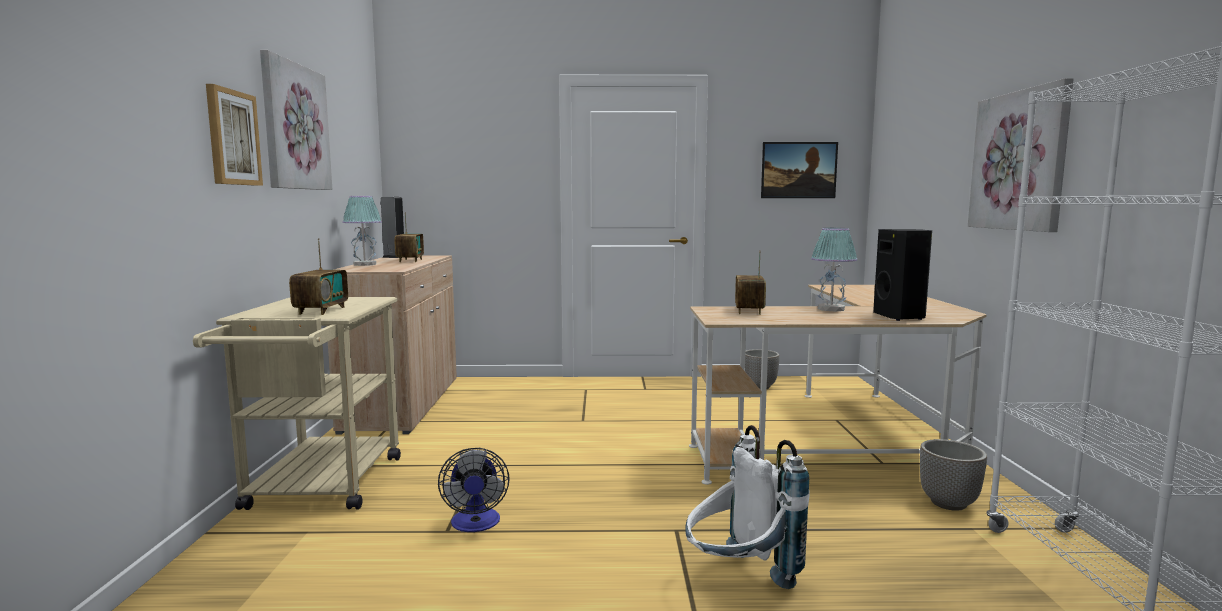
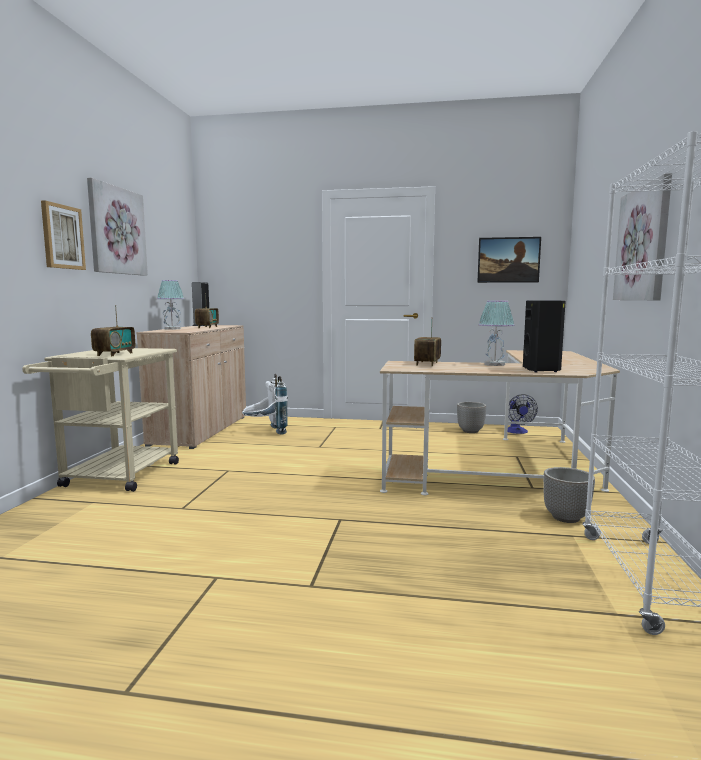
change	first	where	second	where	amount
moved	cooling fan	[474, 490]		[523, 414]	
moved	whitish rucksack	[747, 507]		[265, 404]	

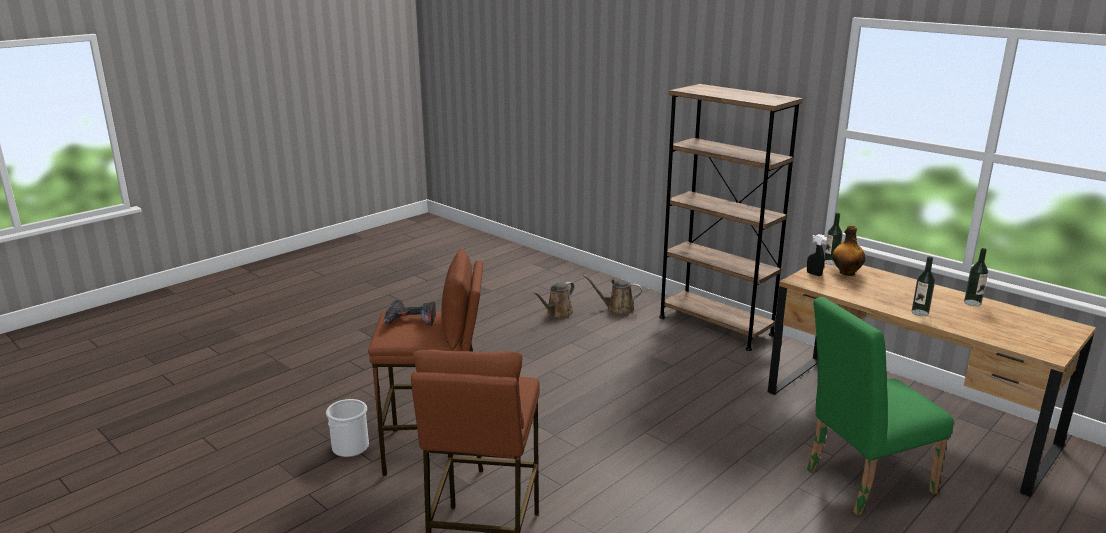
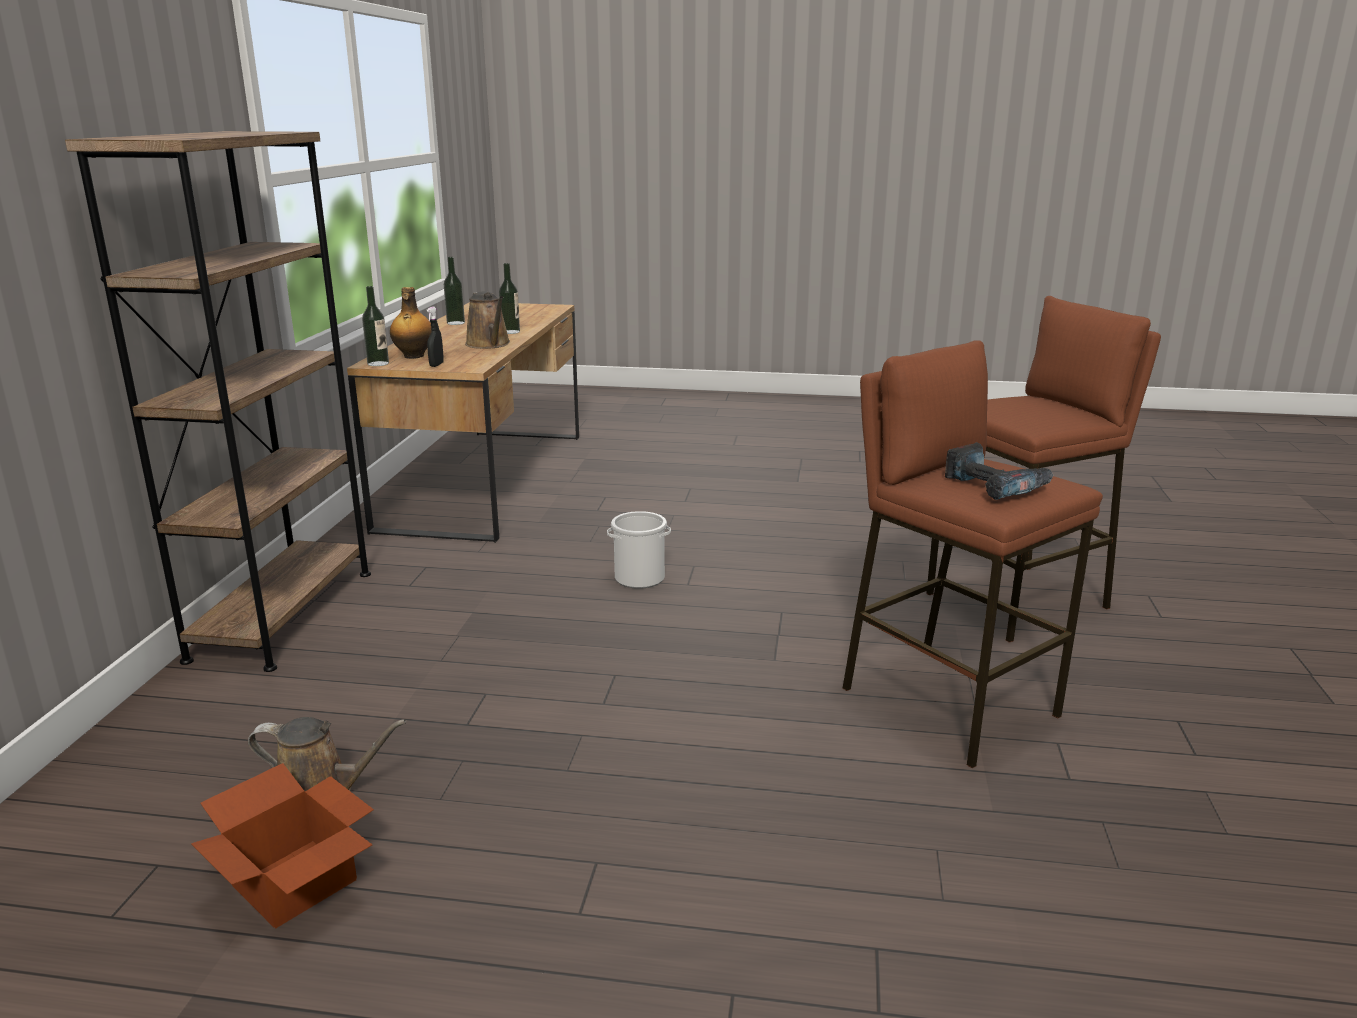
change	first	where	second	where	amount
moved	bucket	[347, 428]		[639, 550]	
moved	brown watering can	[613, 295]		[487, 320]	
removed	greenish plain chair	[880, 406]			
added			cardboard box	[282, 846]	

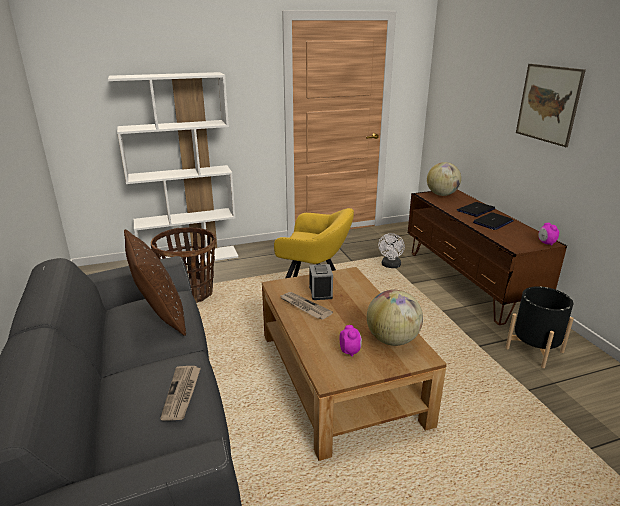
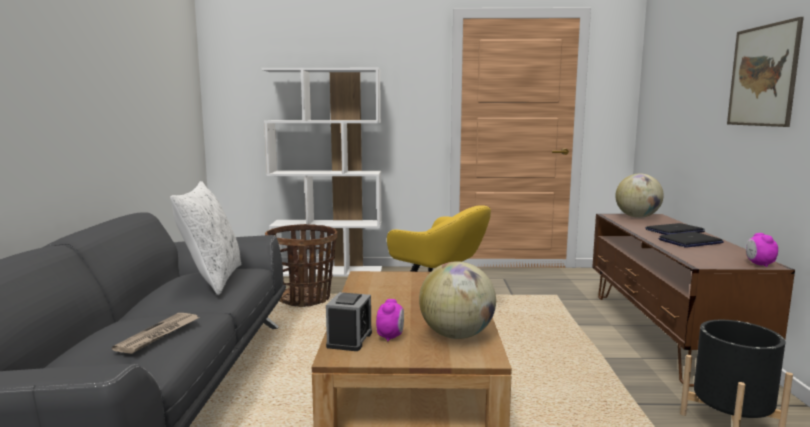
change	first	where	second	where	amount
recoloured	brown cushion	[155, 282]	whitish cushion	[205, 238]	
removed	daily paper	[306, 305]			
moved	alarm clock	[321, 282]		[349, 321]	
removed	whitish cooling fan	[391, 250]			

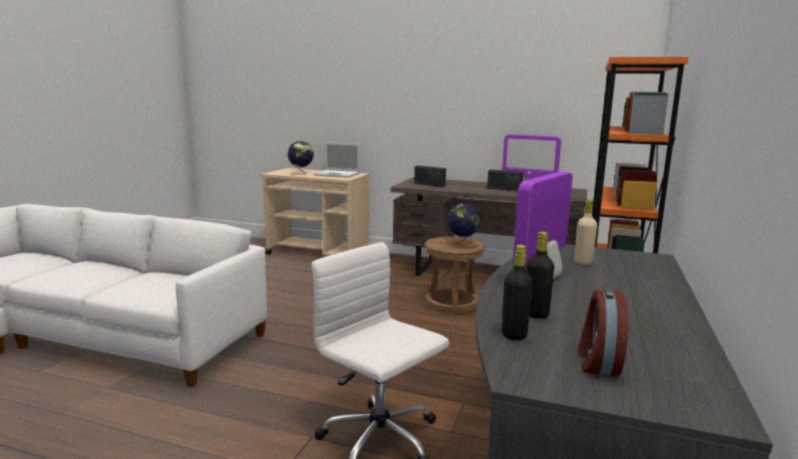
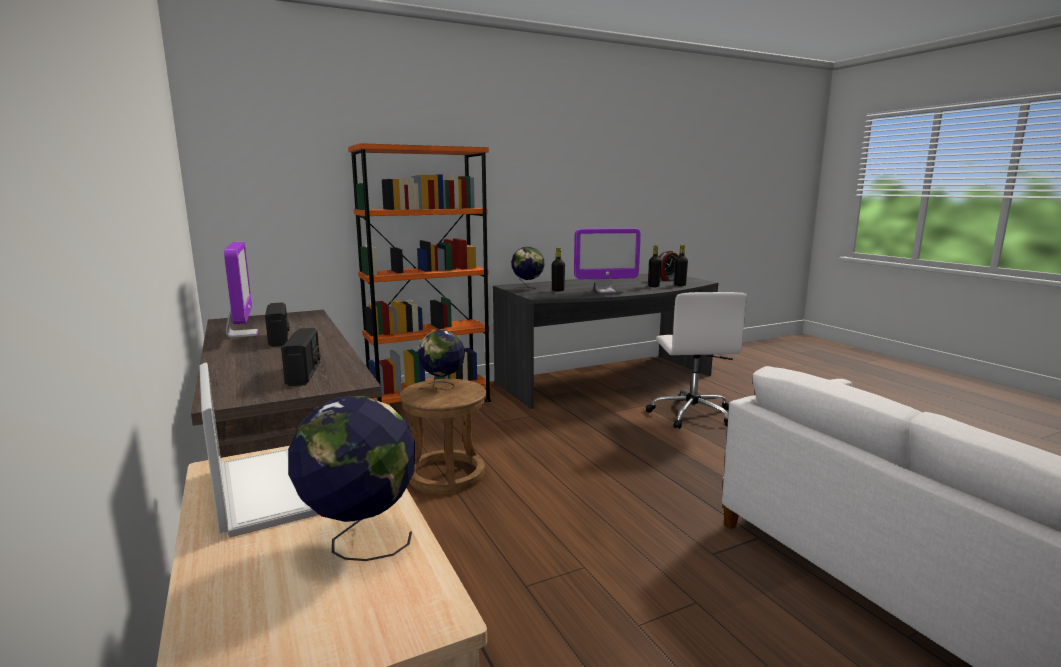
change	first	where	second	where	amount
recoloured	beige-coloured beverage bottle	[585, 232]	blackish beverage bottle	[558, 269]	
added			globe	[528, 268]	

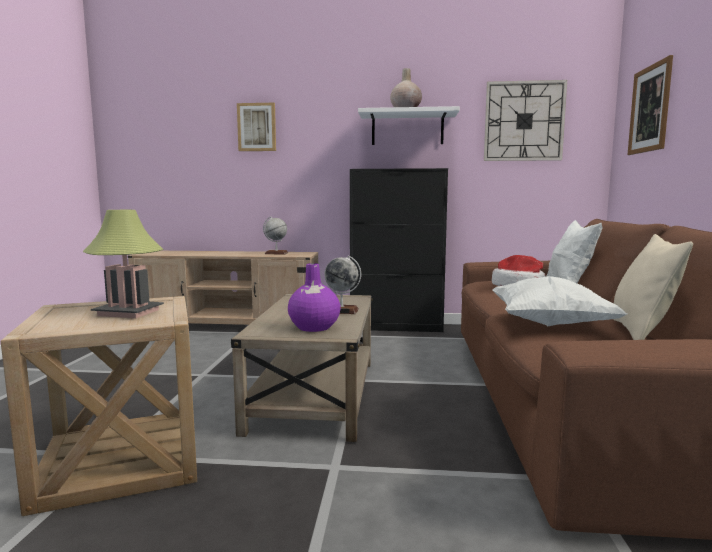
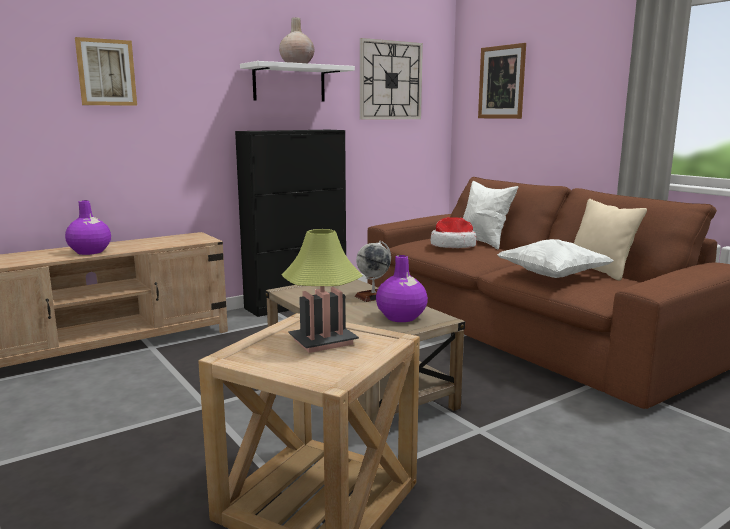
change	first	where	second	where	amount
removed	globe	[275, 236]			
added			purple-coloured decorative vase	[88, 227]	

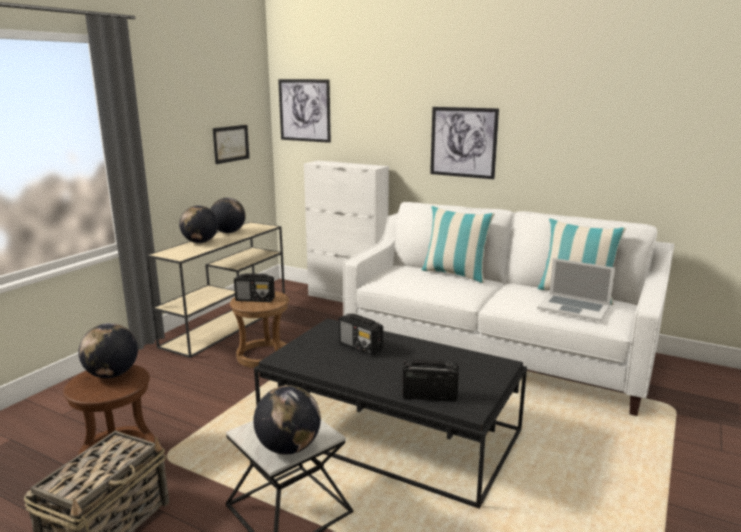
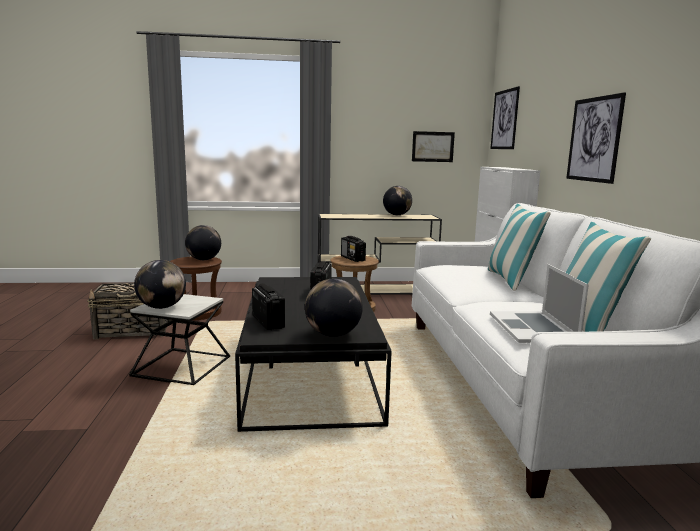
change	first	where	second	where	amount
moved	globe	[198, 224]		[334, 308]	

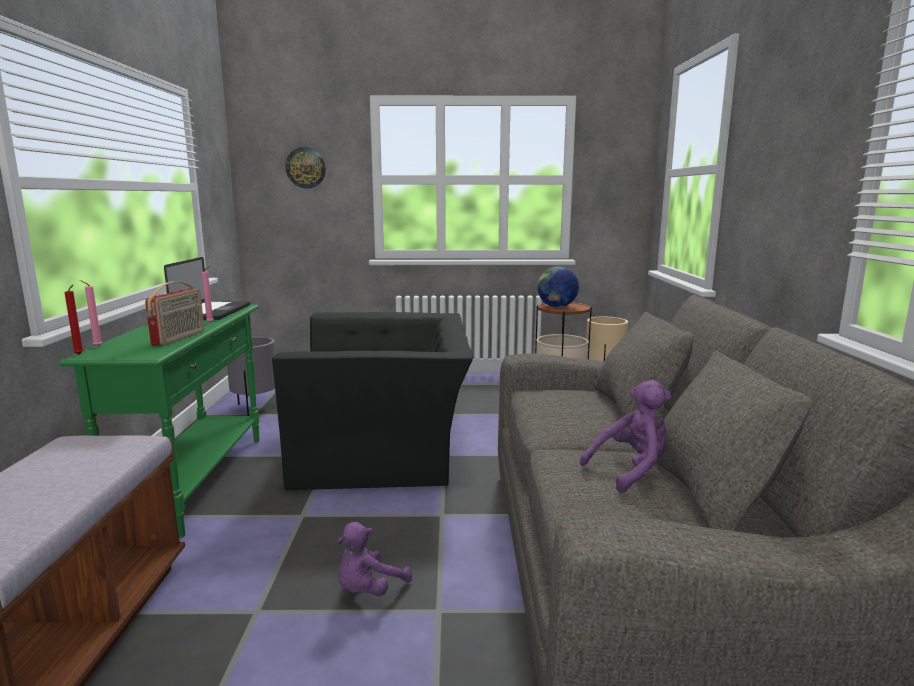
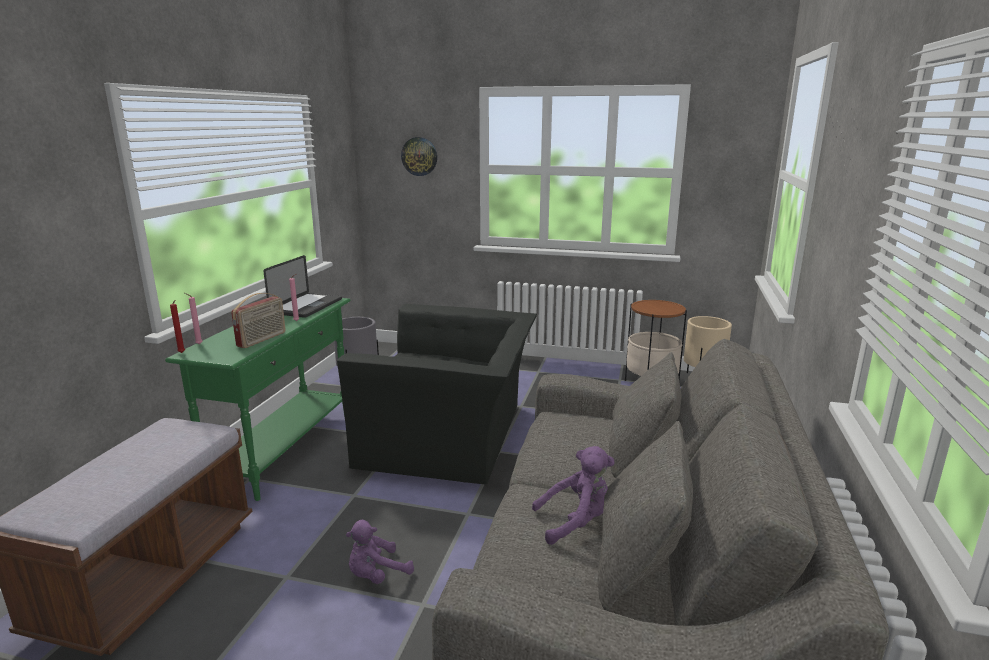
change	first	where	second	where	amount
removed	globe	[558, 286]			

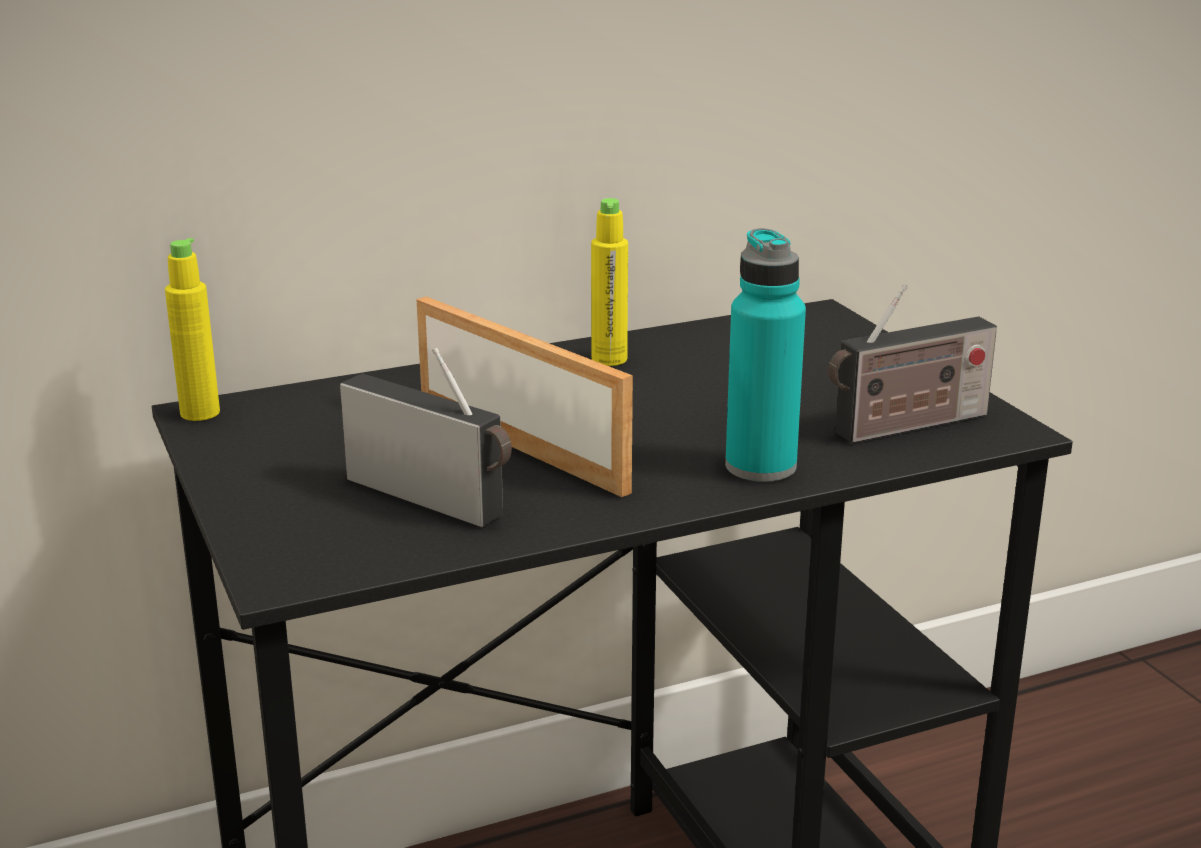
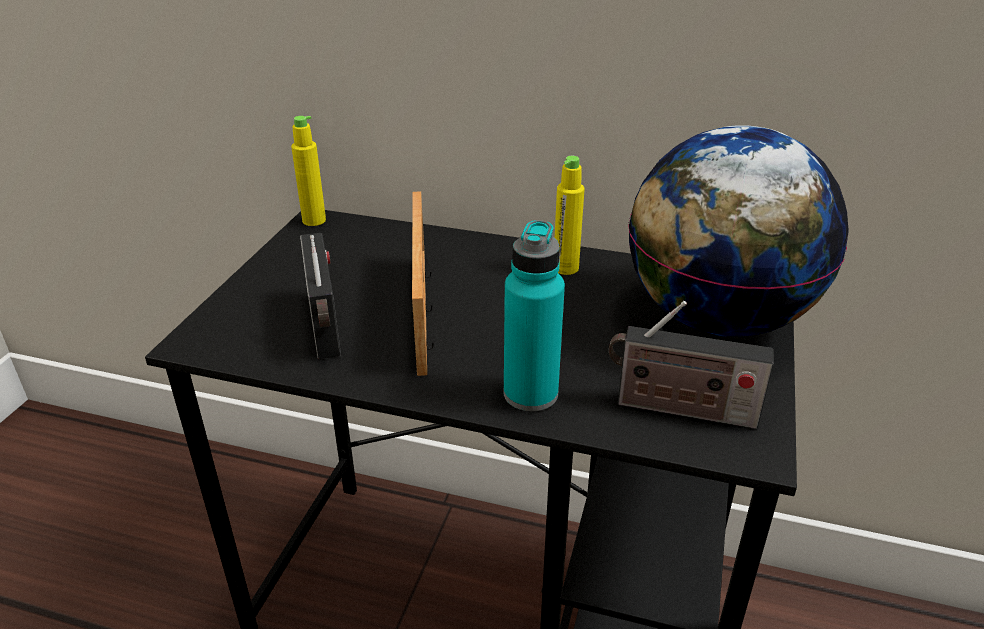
change	first	where	second	where	amount
added			globe	[738, 231]	

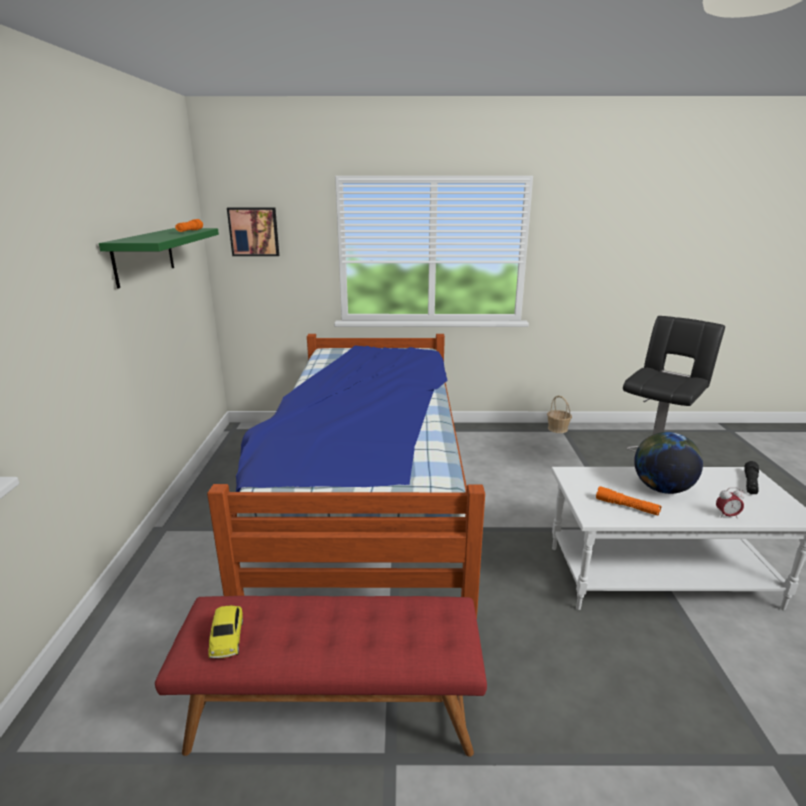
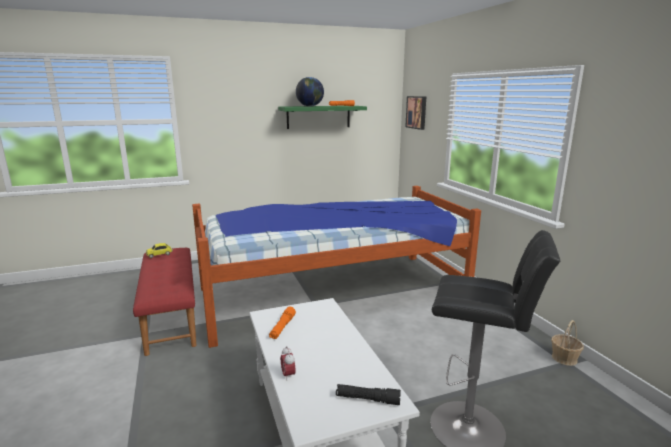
change	first	where	second	where	amount
moved	globe	[668, 463]		[310, 91]	

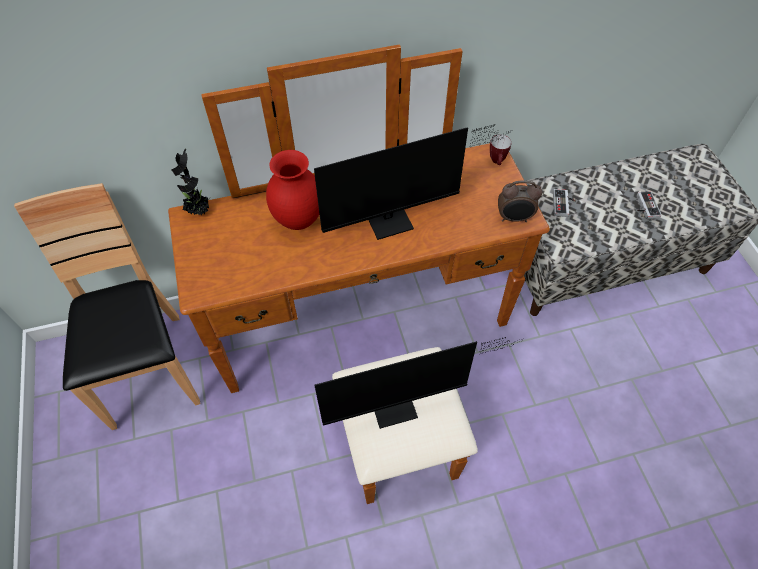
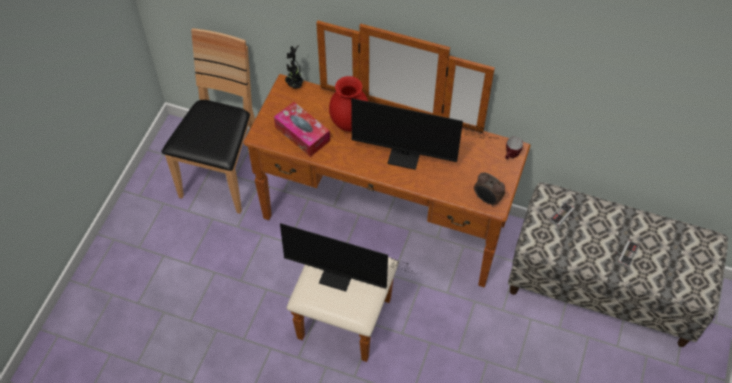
change	first	where	second	where	amount
added			tissue holder	[302, 129]	

